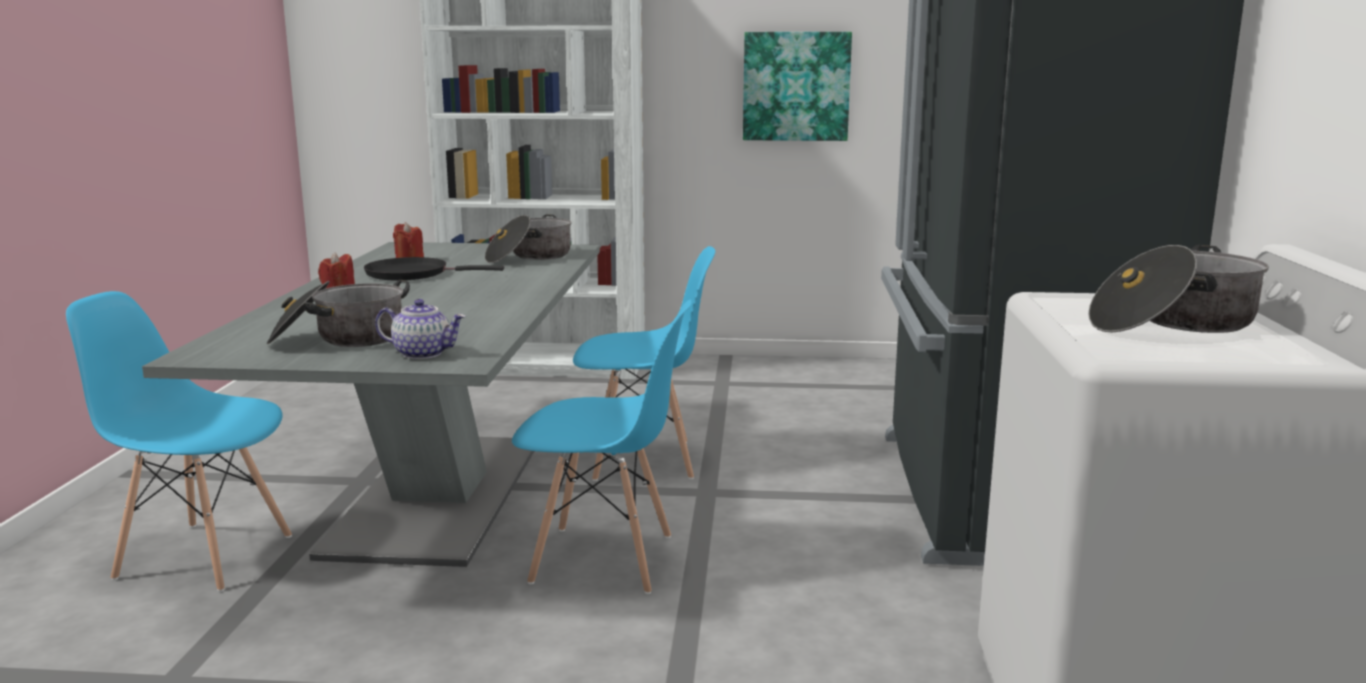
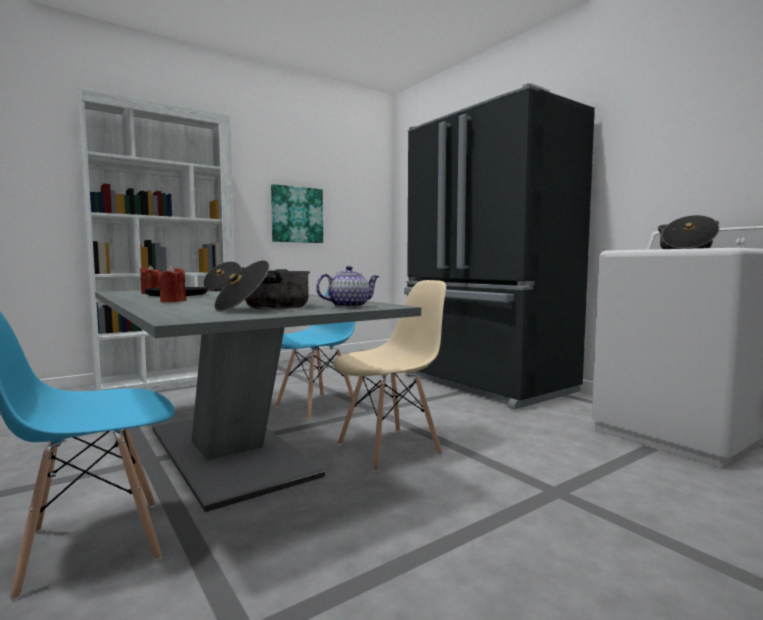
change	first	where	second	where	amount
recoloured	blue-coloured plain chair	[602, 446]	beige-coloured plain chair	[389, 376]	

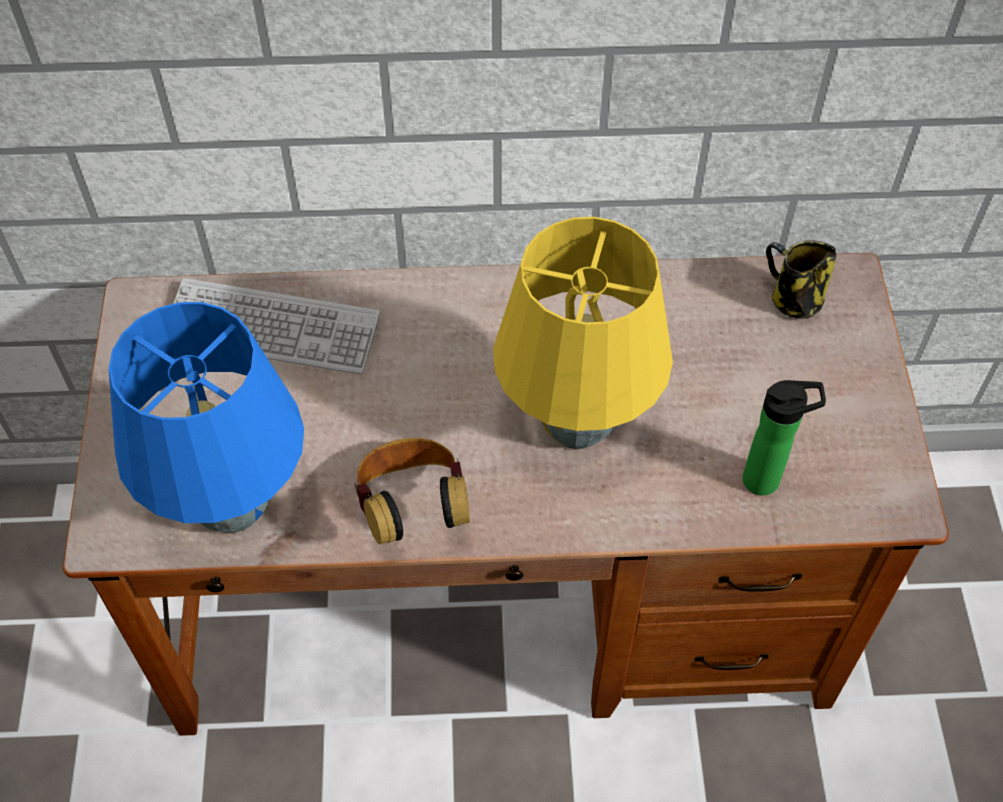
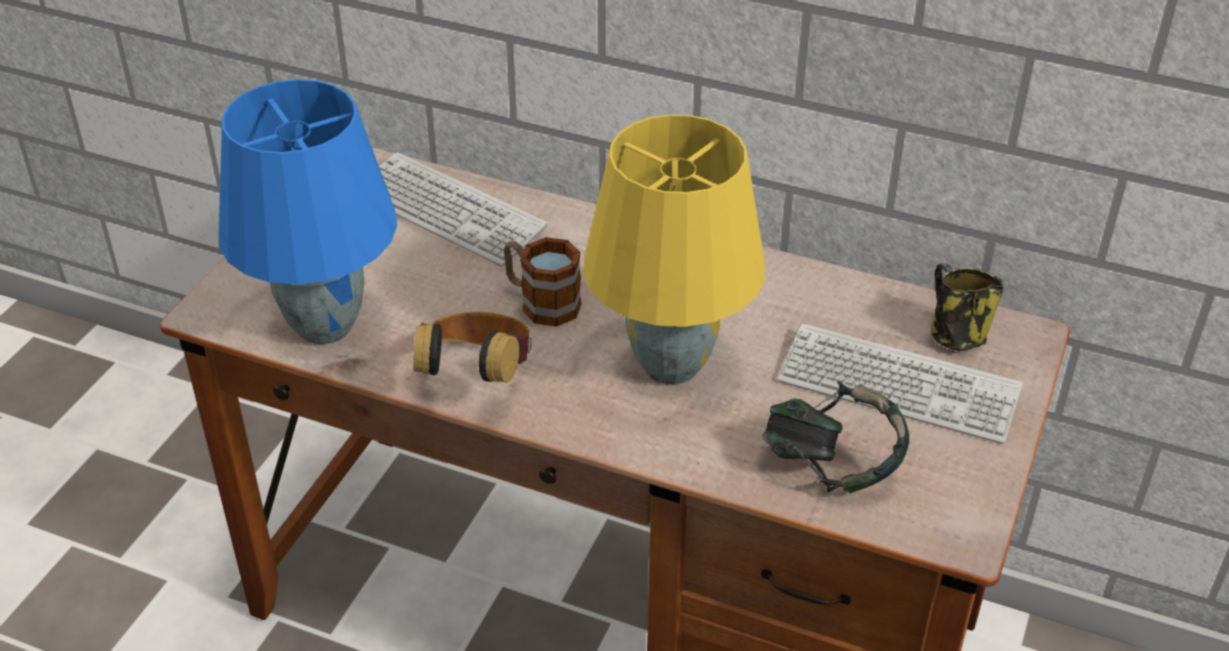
change	first	where	second	where	amount
replaced	beverage bottle	[784, 438]	headset	[835, 437]	
added			coffee mug	[543, 282]	
added			PC keyboard	[900, 384]	

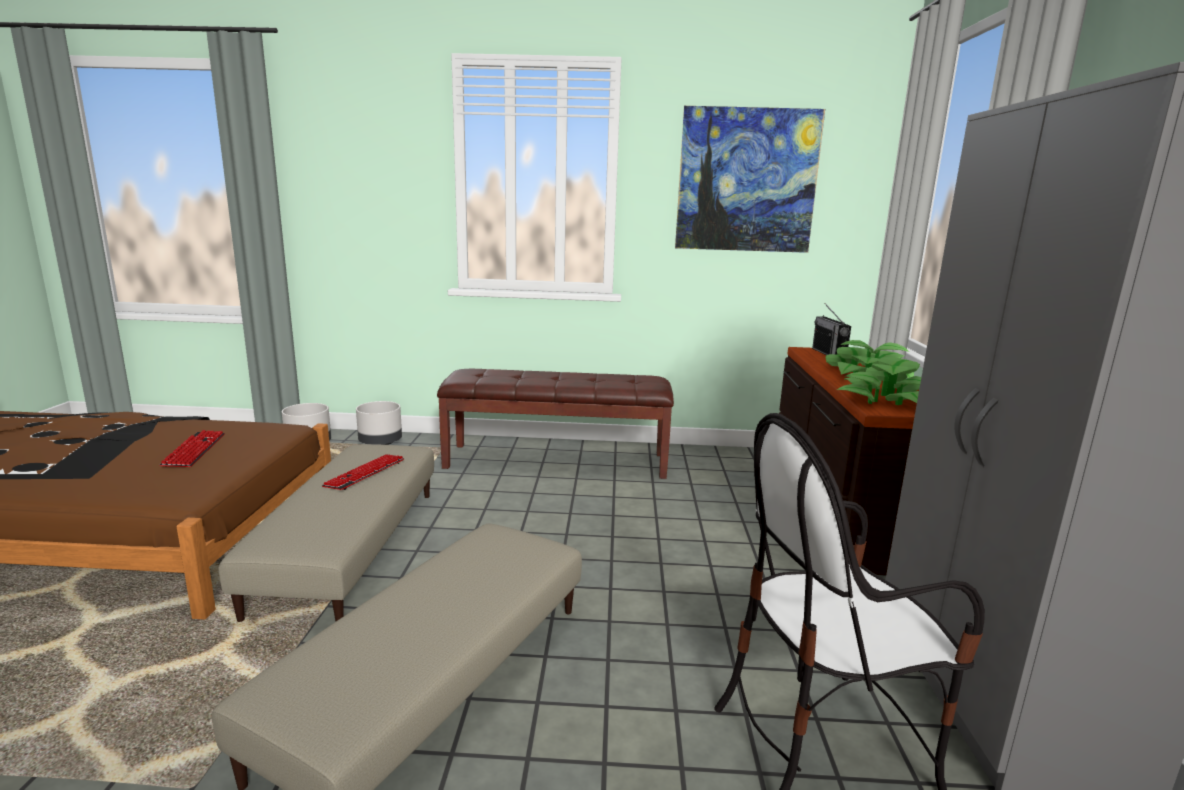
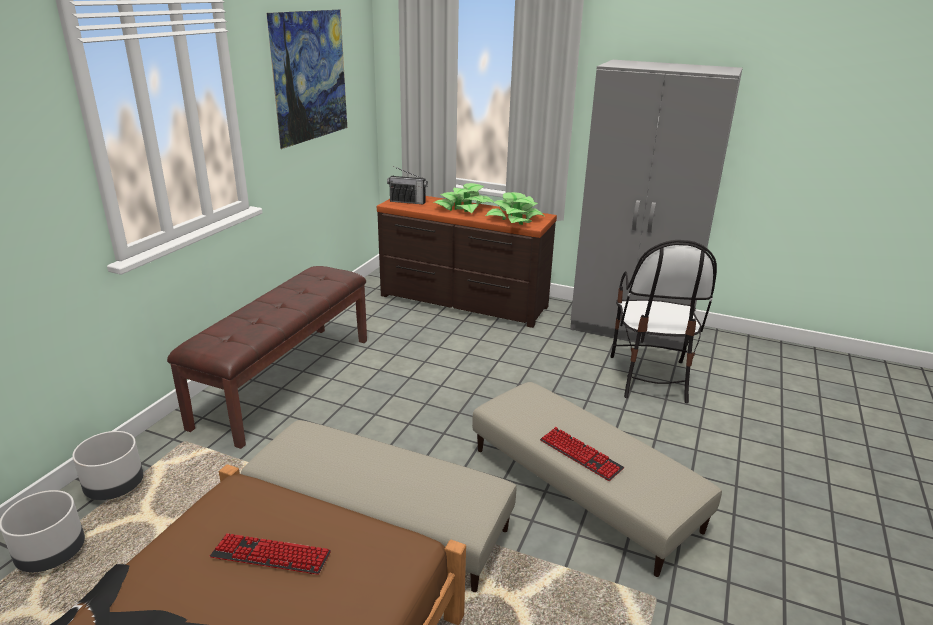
change	first	where	second	where	amount
moved	PC keyboard	[363, 472]		[582, 454]	

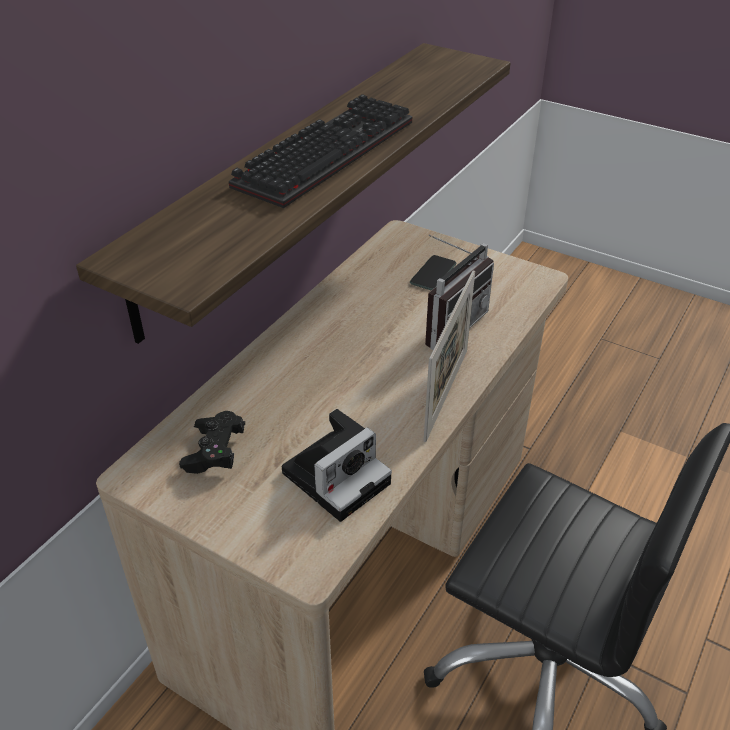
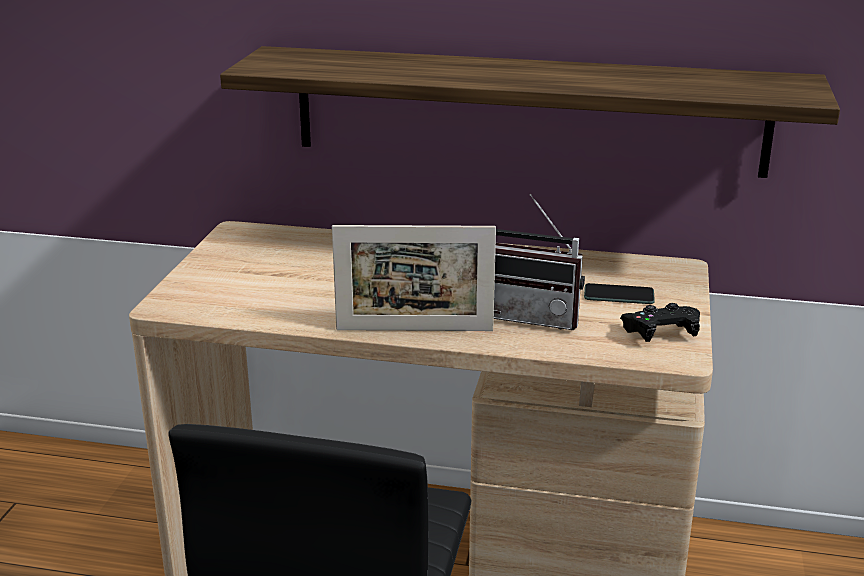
change	first	where	second	where	amount
moved	blackish gamepad	[212, 442]		[660, 322]	
removed	PC keyboard	[320, 151]			
removed	still camera	[337, 465]			

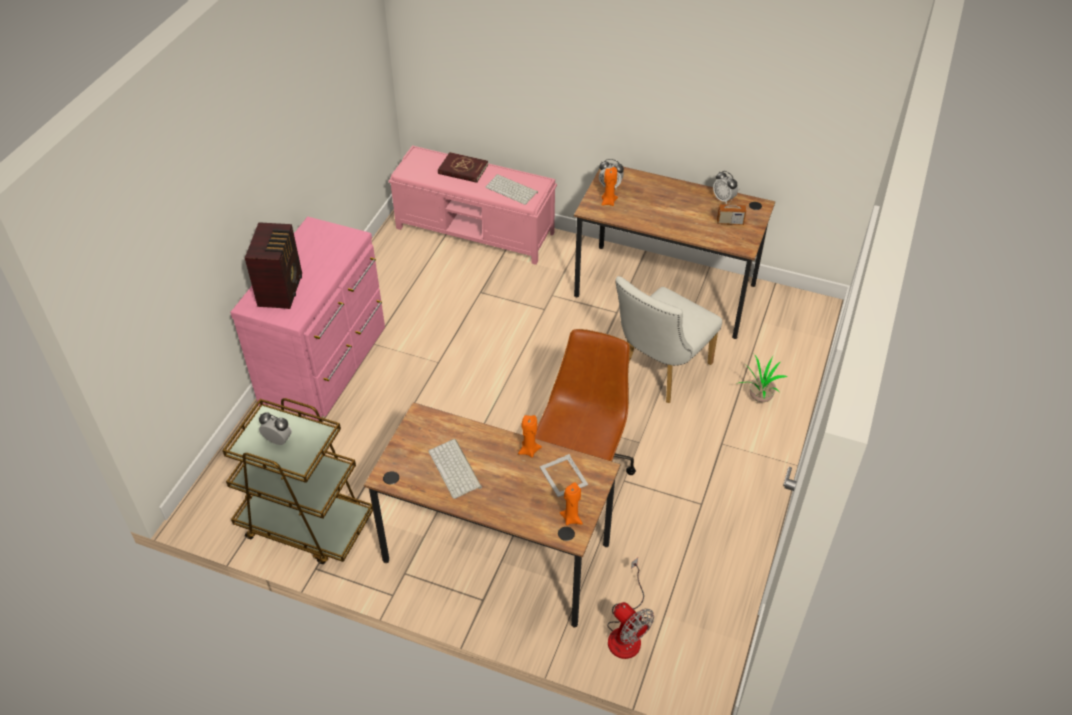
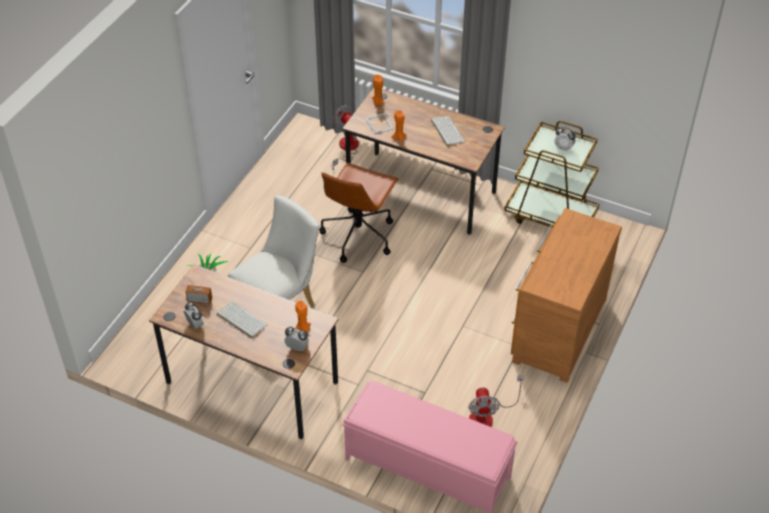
change	first	where	second	where	amount
recoloured	pink chest of drawers	[307, 319]	brown chest of drawers	[566, 295]	
removed	radio receiver	[273, 265]			
removed	red bound book	[463, 167]			
moved	PC keyboard	[511, 189]		[242, 319]	
added			cooling fan	[496, 401]	

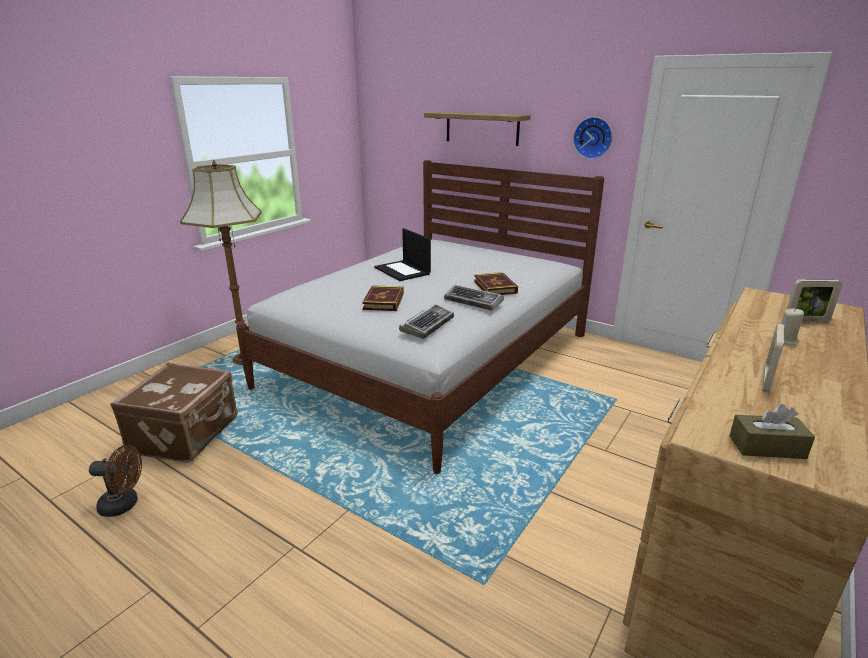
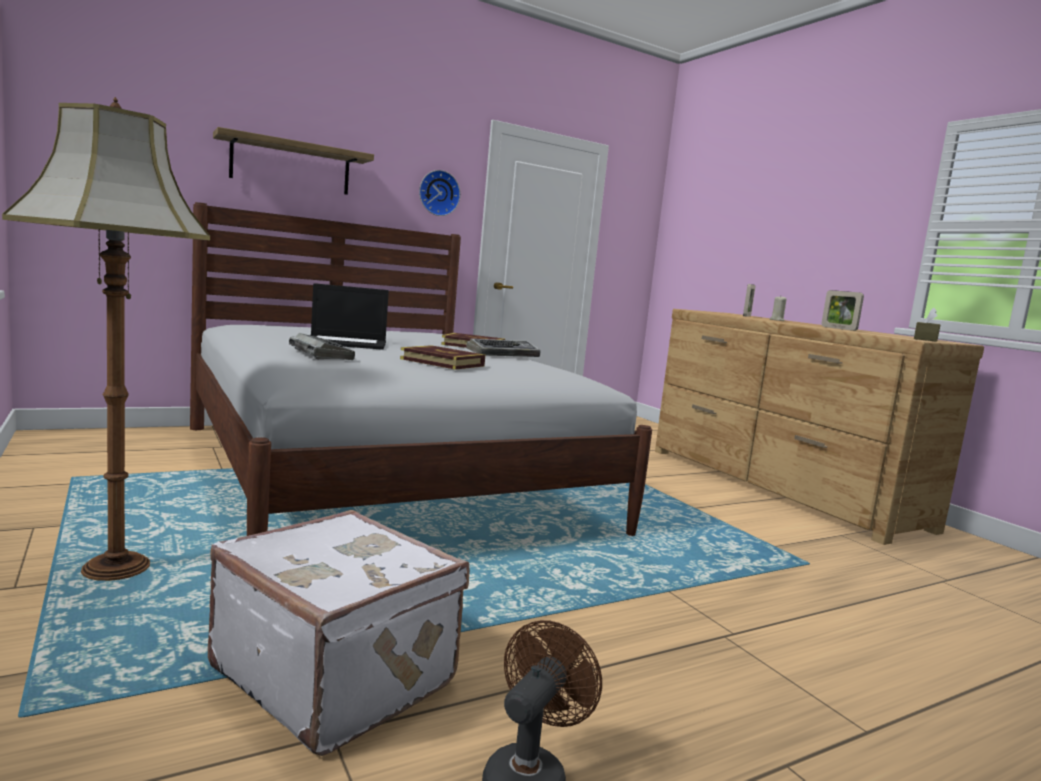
change	first	where	second	where	amount
recoloured	brown travel case	[174, 413]	whitish travel case	[339, 633]	
moved	PC keyboard	[426, 321]		[322, 346]	

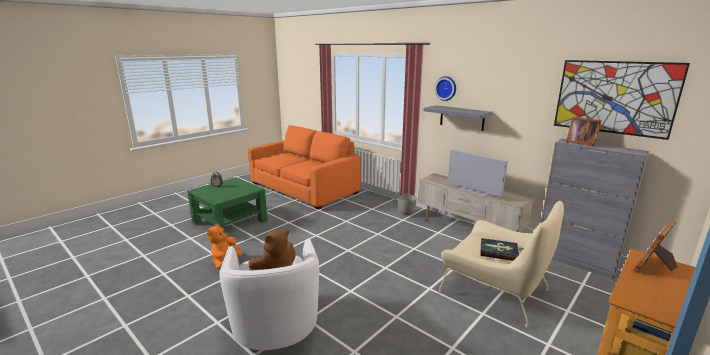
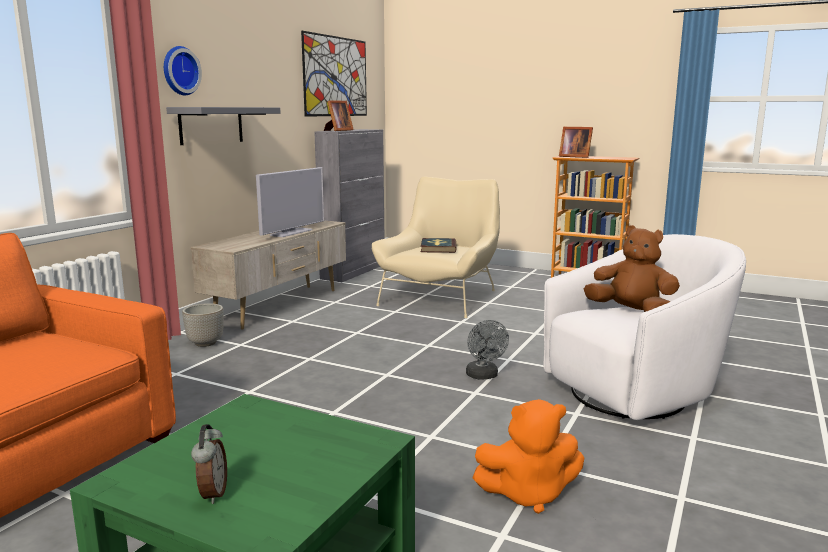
change	first	where	second	where	amount
added			greyish cooling fan	[487, 350]	

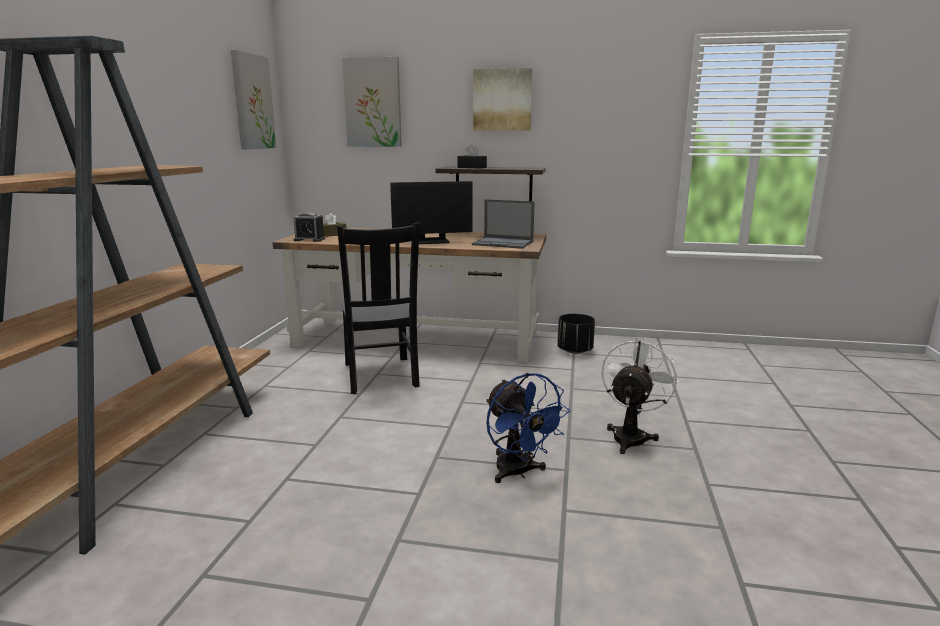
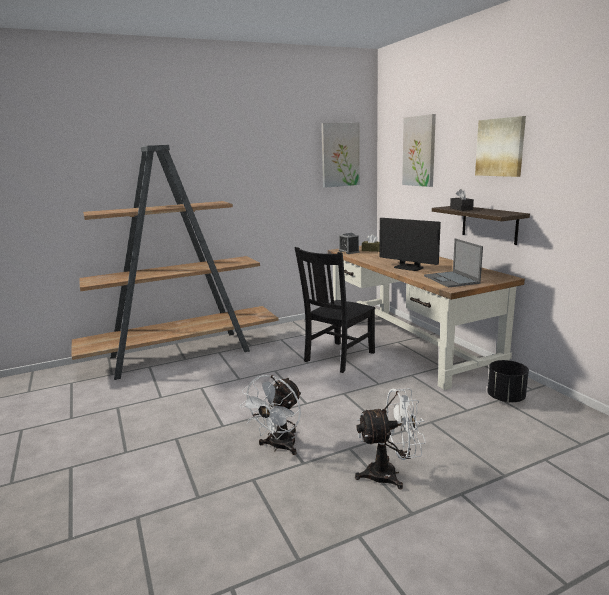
change	first	where	second	where	amount
recoloured	blue-coloured cooling fan	[528, 428]	whitish cooling fan	[270, 415]	

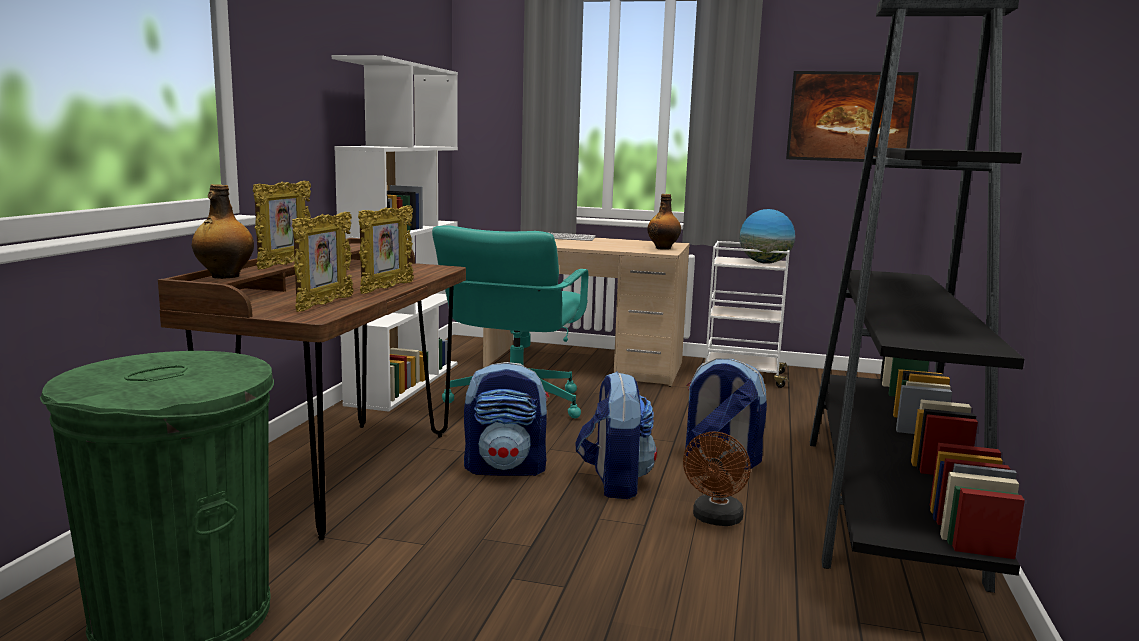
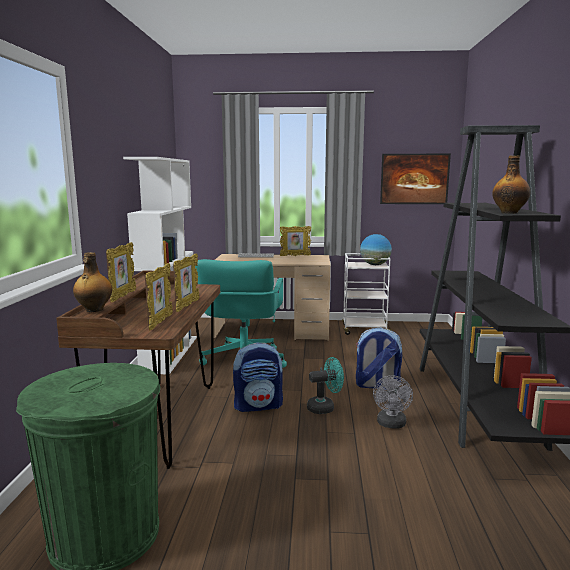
change	first	where	second	where	amount
replaced	rucksack	[616, 435]	blue-green cooling fan	[325, 385]	
moved	beverage bottle	[664, 222]		[511, 184]	
recoloured	brown cooling fan	[717, 478]	greyish cooling fan	[393, 401]	
added			standing frame	[295, 241]	

